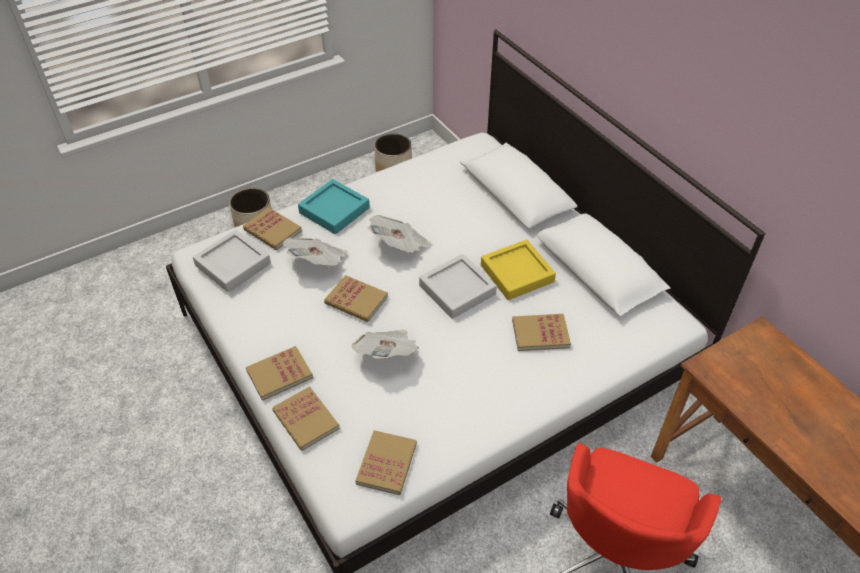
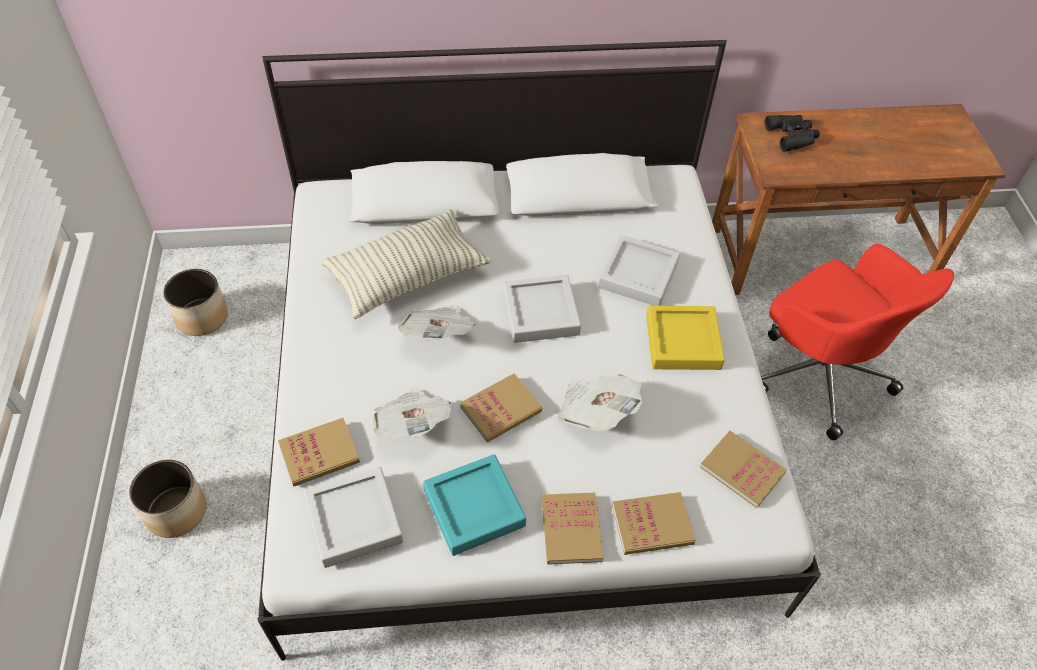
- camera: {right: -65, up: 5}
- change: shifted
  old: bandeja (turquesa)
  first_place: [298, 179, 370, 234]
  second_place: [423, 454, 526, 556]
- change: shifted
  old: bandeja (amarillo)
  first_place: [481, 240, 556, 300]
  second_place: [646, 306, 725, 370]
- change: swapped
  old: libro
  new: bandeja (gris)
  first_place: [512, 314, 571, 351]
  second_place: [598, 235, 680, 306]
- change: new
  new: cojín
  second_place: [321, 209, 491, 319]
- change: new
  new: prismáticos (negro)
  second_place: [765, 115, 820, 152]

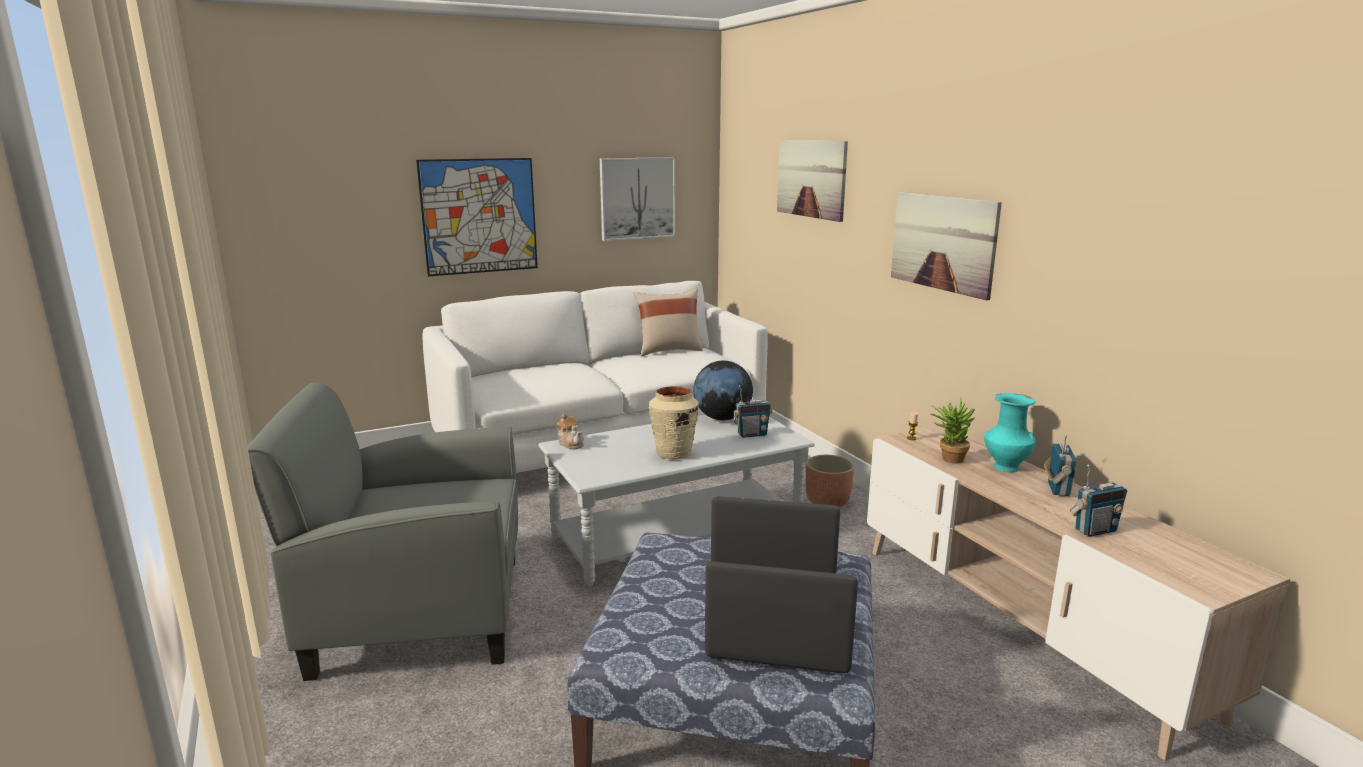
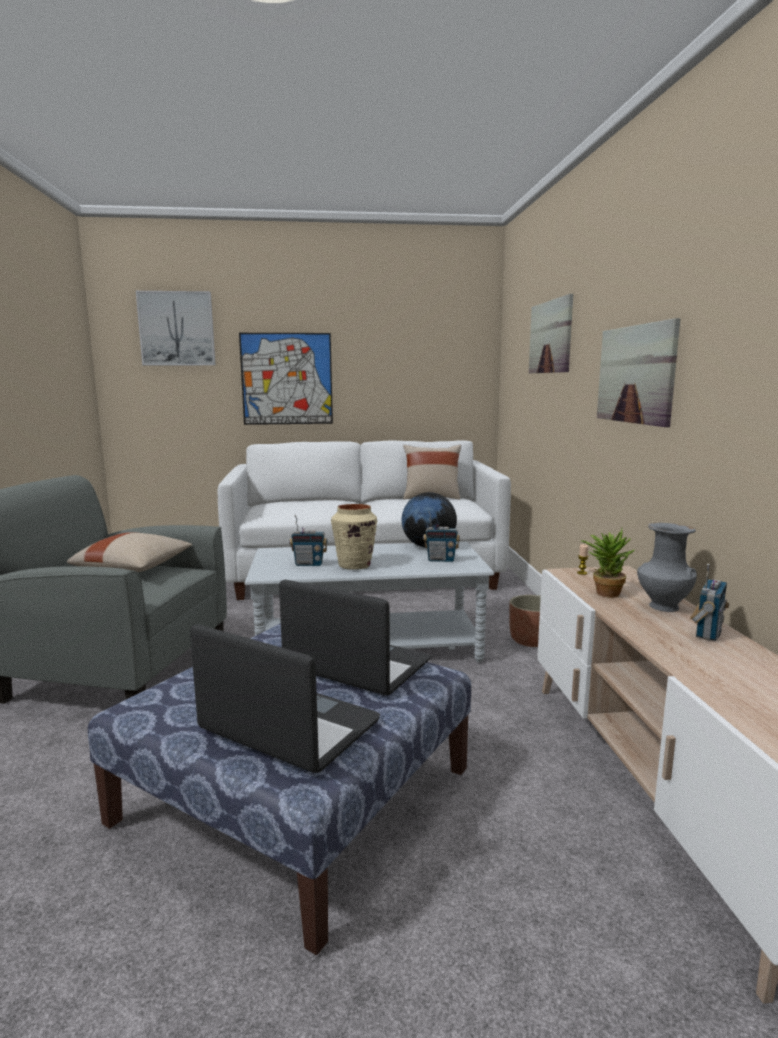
- camera: {right: 20, up: -5}
- change: gone
  old: tetera
  first_place: [557, 413, 584, 450]
- change: shifted
  old: cuadro
  first_place: [600, 157, 676, 241]
  second_place: [136, 291, 216, 365]
- change: repainted
  old: florero (turquesa)
  new: florero (gris)
  first_place: [984, 393, 1036, 472]
  second_place: [637, 523, 697, 612]
- change: shifted
  old: radio
  first_place: [1070, 465, 1127, 537]
  second_place: [289, 515, 327, 566]
- change: new
  new: cojín (beis)
  second_place: [67, 532, 192, 572]

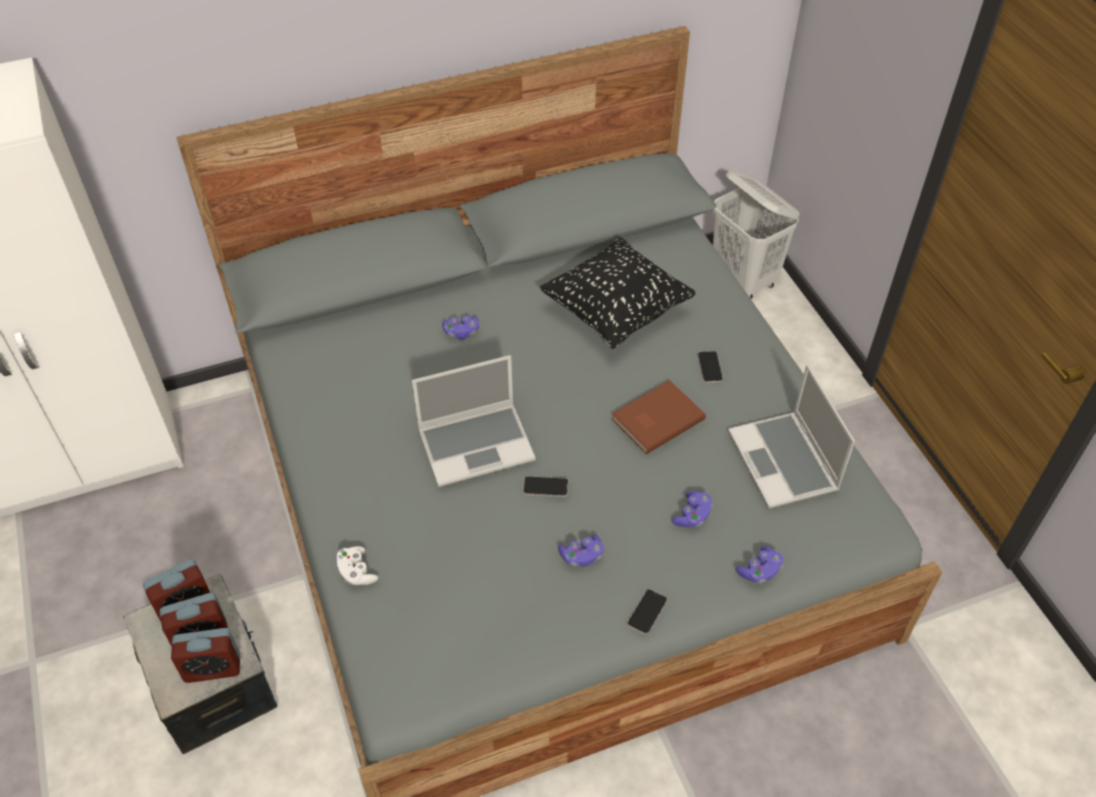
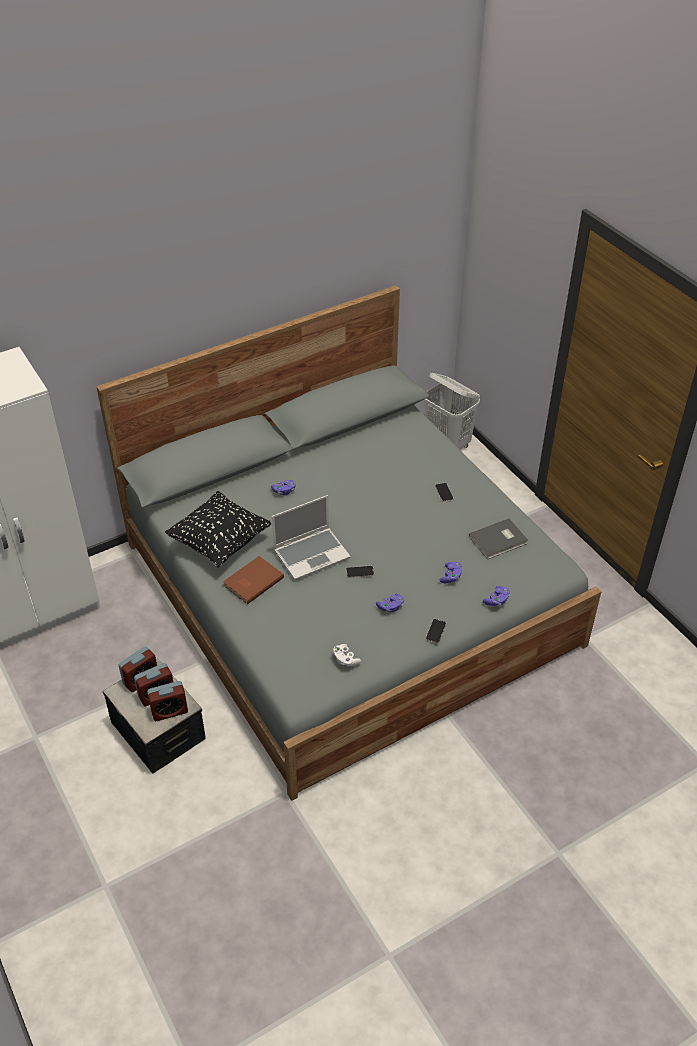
- camera: {right: -10, up: -5}
- change: shifted
  old: mando de consola (blanco)
  first_place: [336, 546, 378, 585]
  second_place: [333, 644, 361, 666]
- change: shifted
  old: cojín (negro)
  first_place: [540, 237, 695, 349]
  second_place: [165, 491, 271, 568]
- change: shifted
  old: libro (marrón)
  first_place: [611, 380, 706, 454]
  second_place: [223, 556, 284, 604]
- change: swapped
  old: portátil
  new: libro (gris)
  first_place: [728, 364, 855, 509]
  second_place: [469, 518, 528, 559]

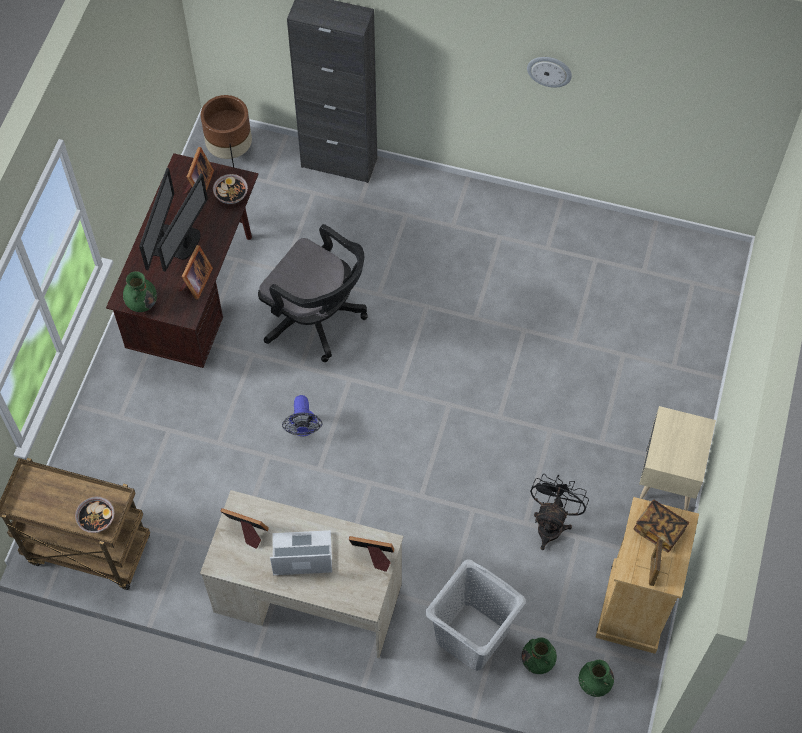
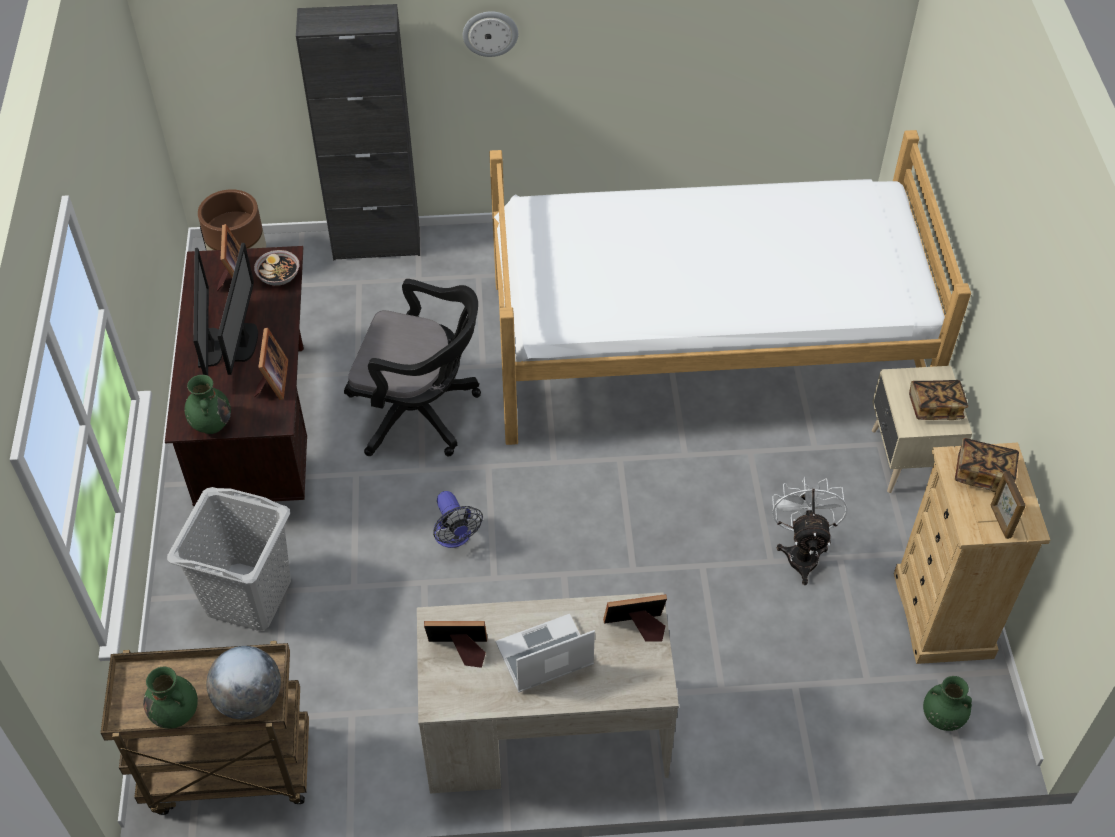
- camera: {right: -20, up: -10}
- change: swapped
  old: cuenco
  new: globo terráqueo
  first_place: [75, 497, 115, 533]
  second_place: [207, 646, 281, 720]
- change: shifted
  old: cesto de la ropa (gris)
  first_place: [425, 559, 526, 671]
  second_place: [167, 487, 291, 631]
- change: shifted
  old: florero (verde)
  first_place: [521, 637, 557, 674]
  second_place: [143, 667, 198, 729]
- change: shifted
  old: reloj de pared
  first_place: [527, 57, 572, 88]
  second_place: [463, 11, 518, 57]
- change: repainted
  old: ventilador (negro)
  new: ventilador (blanco)
  first_place: [530, 474, 589, 550]
  second_place: [772, 477, 848, 585]
- change: new
  new: cama
  second_place: [489, 130, 971, 445]
- change: new
  new: libro
  second_place: [909, 380, 968, 420]

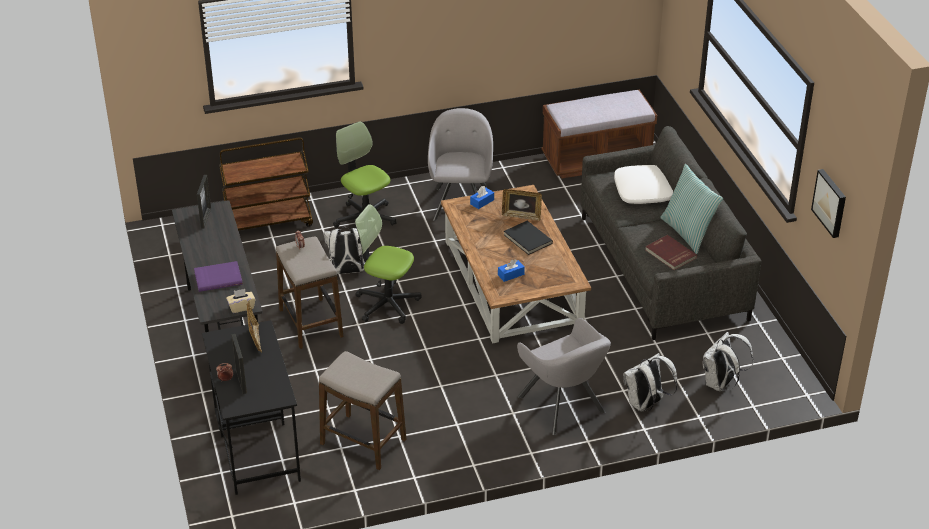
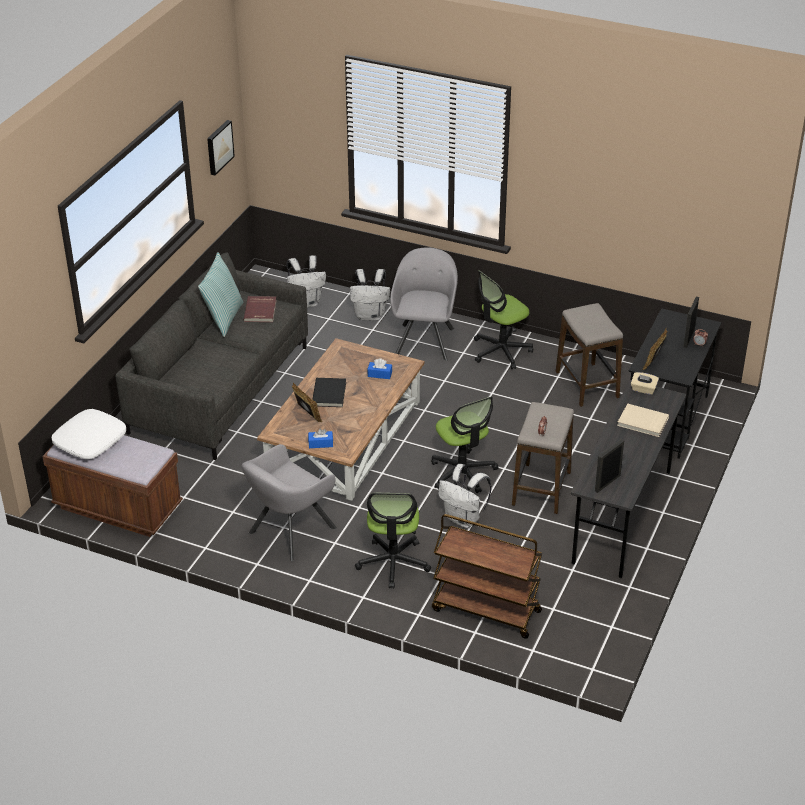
- camera: {right: -140, up: 0}
- change: repainted
  old: libro (morado)
  new: libro (beis)
  first_place: [194, 261, 243, 292]
  second_place: [617, 404, 669, 437]
- change: shifted
  old: cojín (blanco)
  first_place: [614, 165, 673, 204]
  second_place: [52, 409, 126, 459]
- change: new
  new: silla de oficina
  second_place: [474, 270, 533, 369]

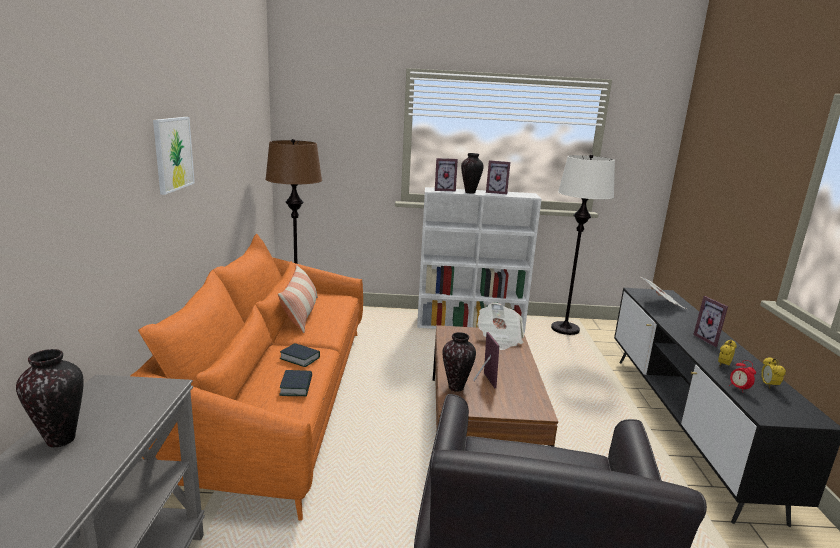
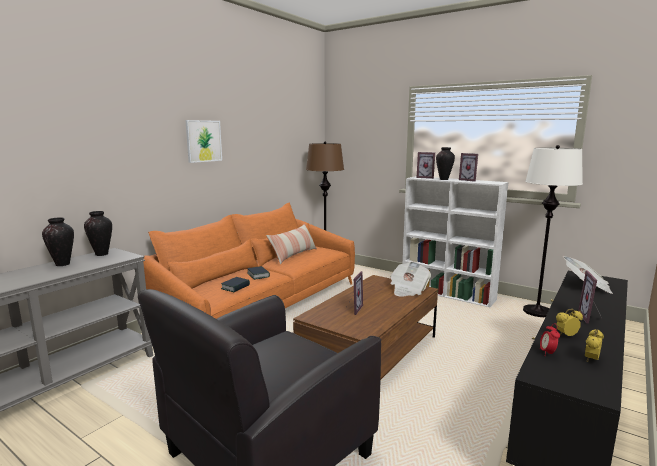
- camera: {right: 35, up: -5}
- change: shifted
  old: florero
  first_place: [443, 332, 476, 392]
  second_place: [84, 211, 112, 256]

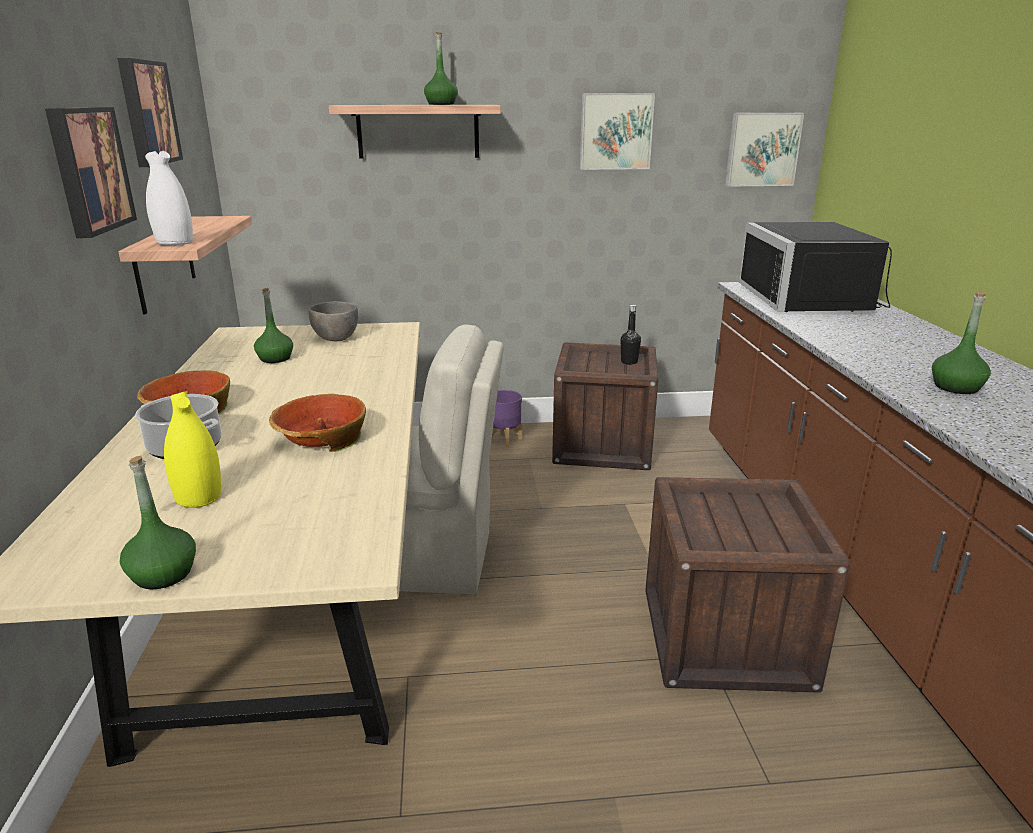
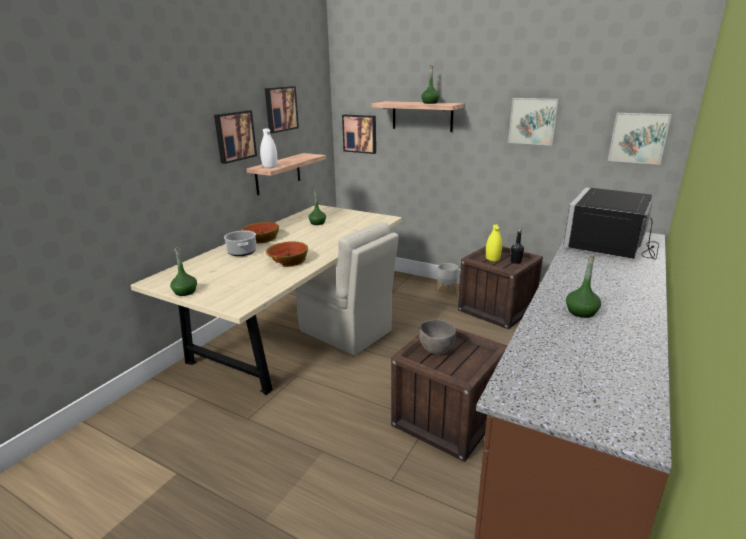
- camera: {right: 35, up: 0}
- change: shifted
  old: florero (amarillo)
  first_place: [164, 392, 221, 508]
  second_place: [486, 224, 502, 261]
- change: shifted
  old: cuenco (gris)
  first_place: [308, 301, 358, 341]
  second_place: [419, 320, 456, 355]
- change: repainted
  old: maceta (morado)
  new: maceta (gris)
  first_place: [491, 390, 522, 448]
  second_place: [437, 263, 458, 296]
- change: new
  new: cuadro
  second_place: [342, 115, 376, 154]

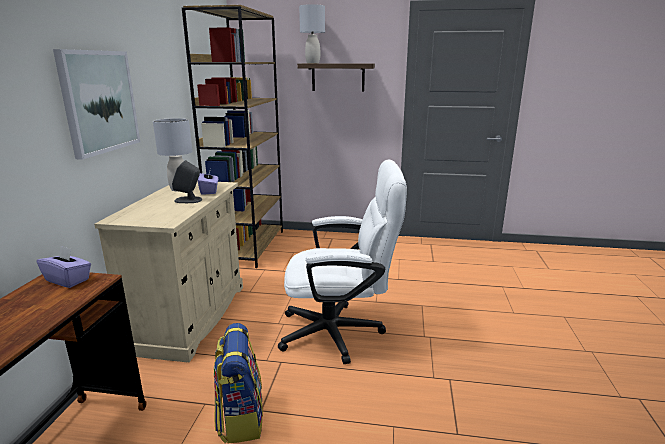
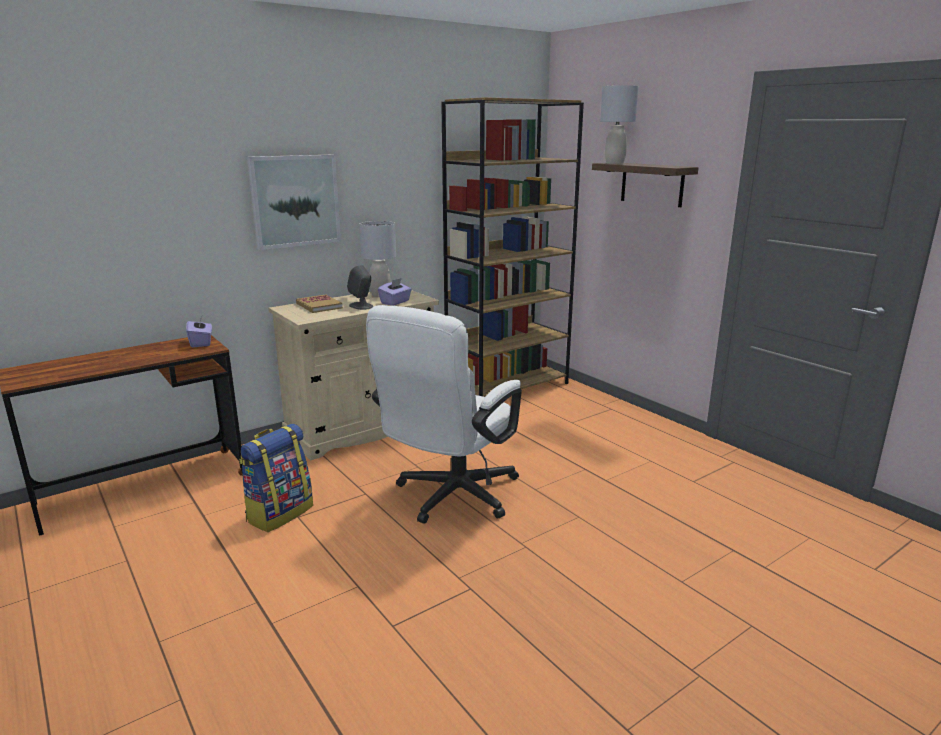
- camera: {right: 45, up: 0}
- change: rotated
  old: silla de oficina (blanco)
  first_place: [278, 160, 407, 364]
  second_place: [366, 305, 522, 524]
  degrees: 75
- change: new
  new: libro
  second_place: [296, 294, 343, 313]

